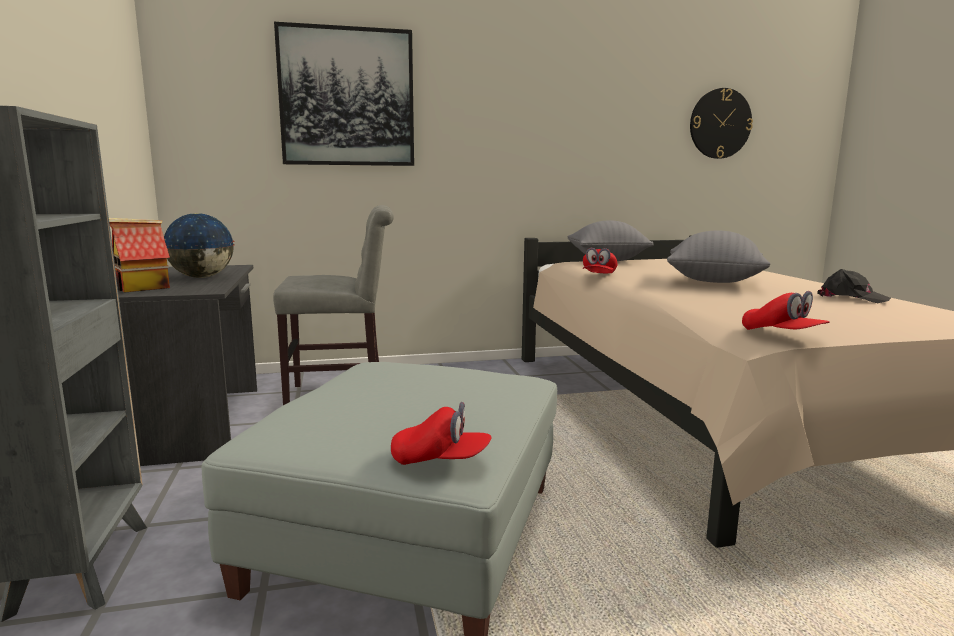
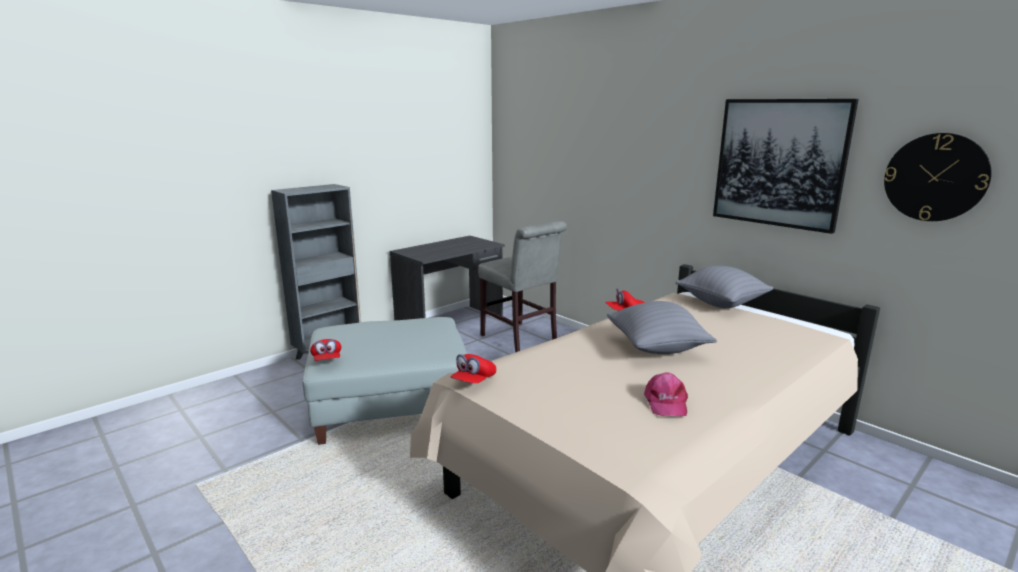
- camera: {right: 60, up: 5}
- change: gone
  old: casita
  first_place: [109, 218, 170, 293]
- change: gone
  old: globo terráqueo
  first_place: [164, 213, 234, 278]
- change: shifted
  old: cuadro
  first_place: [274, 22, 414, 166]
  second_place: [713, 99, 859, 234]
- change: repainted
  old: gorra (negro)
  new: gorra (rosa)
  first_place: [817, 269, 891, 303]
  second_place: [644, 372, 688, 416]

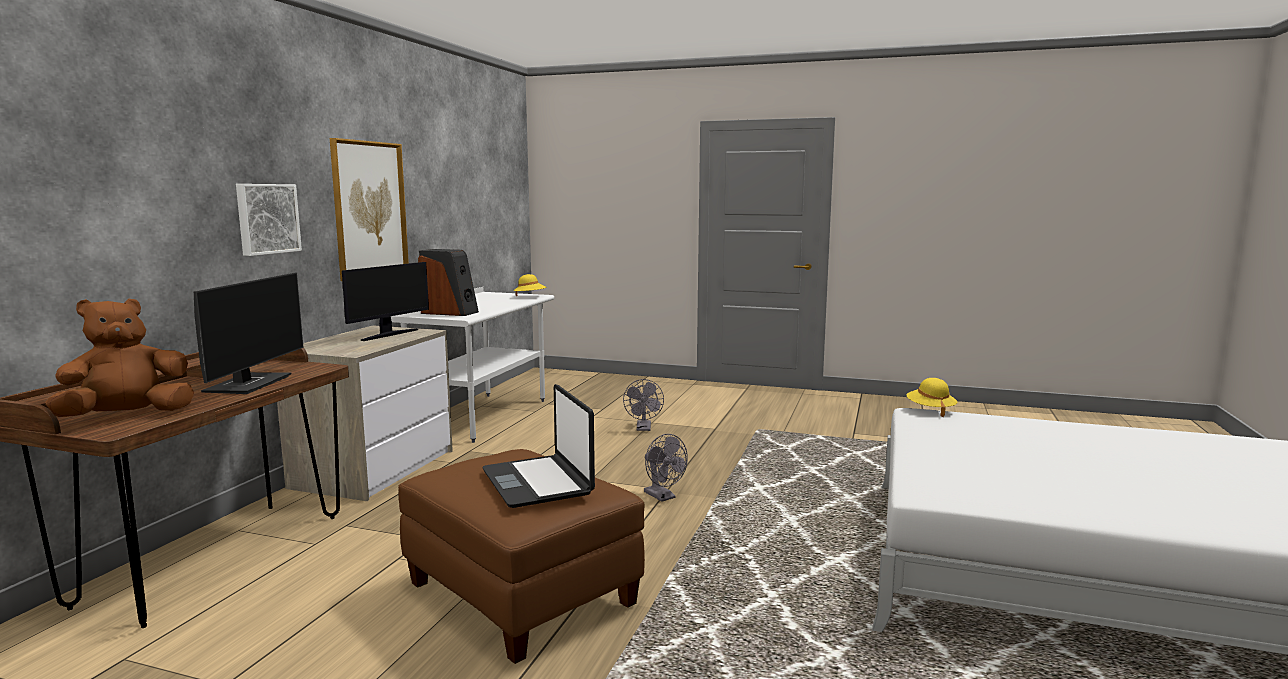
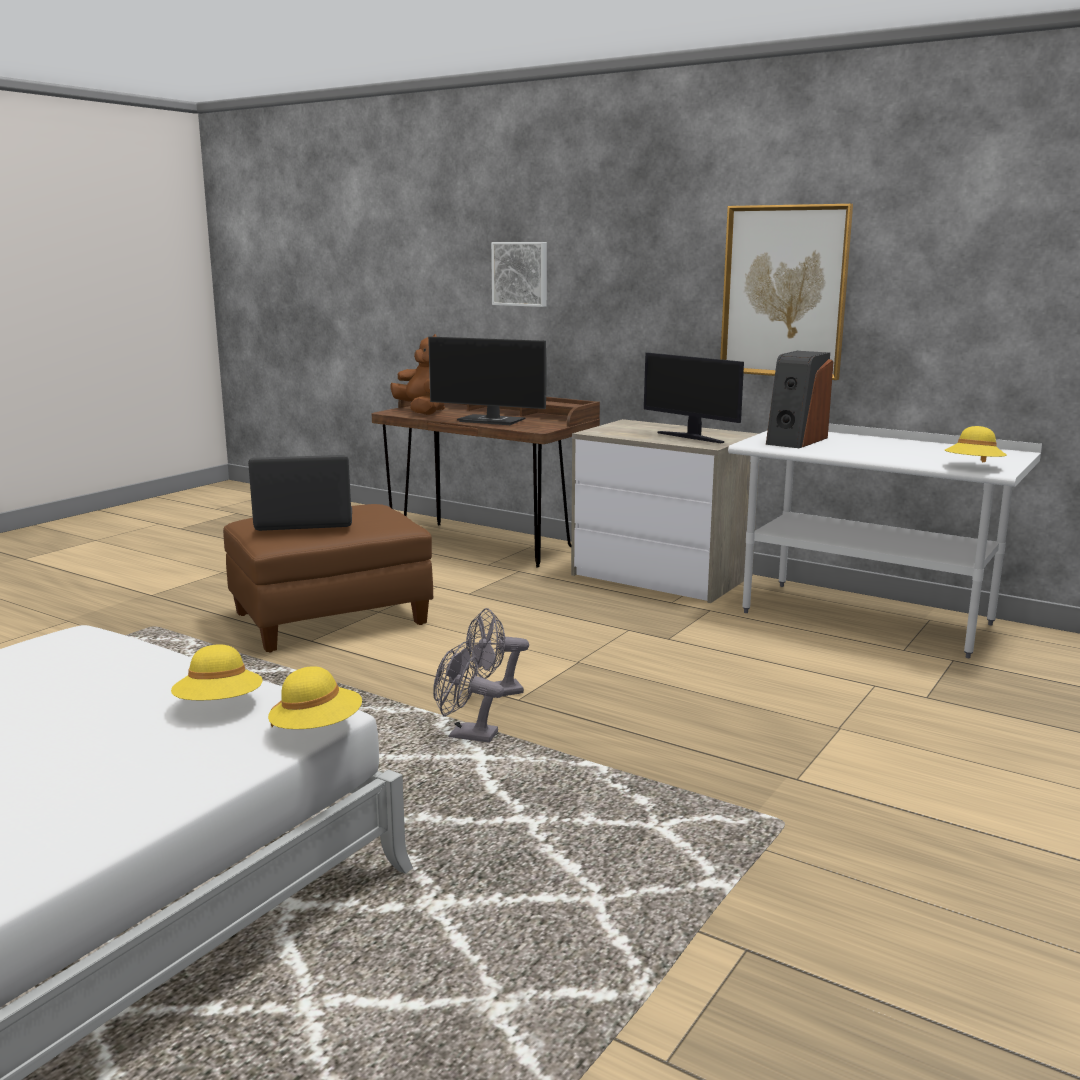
- camera: {right: 105, up: 5}
- change: shifted
  old: cuadro
  first_place: [236, 184, 302, 256]
  second_place: [491, 242, 547, 307]
- change: shifted
  old: ventilador (gris)
  first_place: [623, 379, 664, 431]
  second_place: [433, 642, 504, 743]
- change: new
  new: sombrero (amarillo)
  second_place: [171, 644, 263, 700]

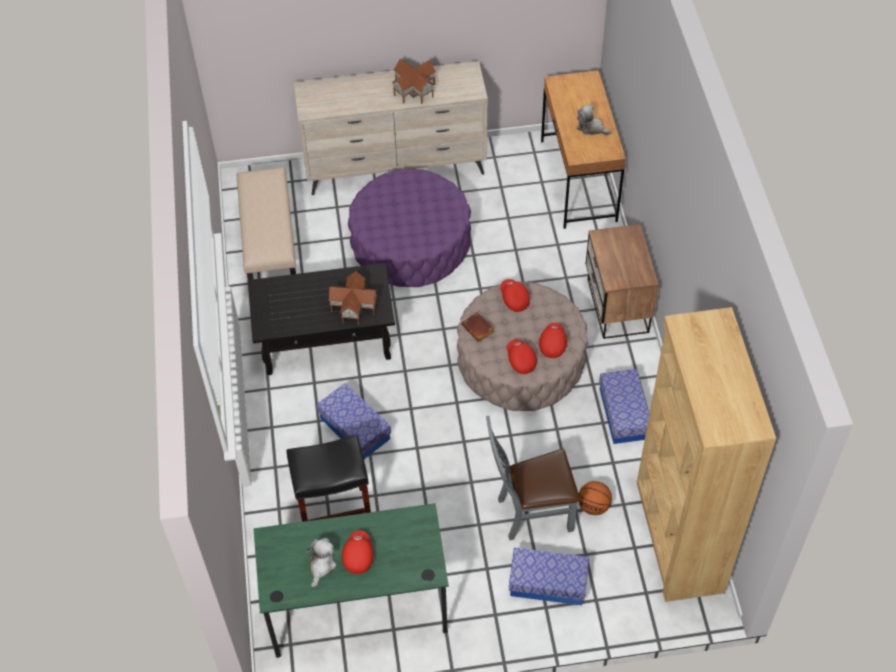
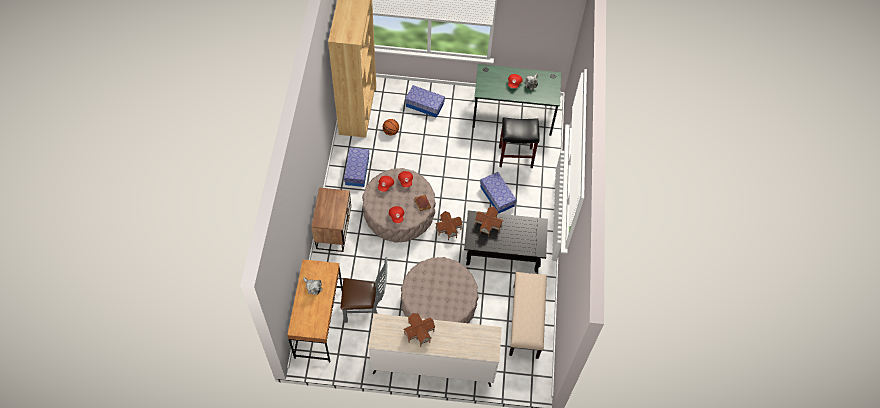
- camera: {right: -170, up: 5}
- change: repainted
  old: puf (morado)
  new: puf (beis)
  first_place: [348, 169, 471, 287]
  second_place: [401, 257, 478, 323]
- change: shifted
  old: silla (gris)
  first_place: [486, 416, 580, 540]
  second_place: [341, 257, 387, 323]
- change: new
  new: casita
  second_place: [435, 211, 463, 240]

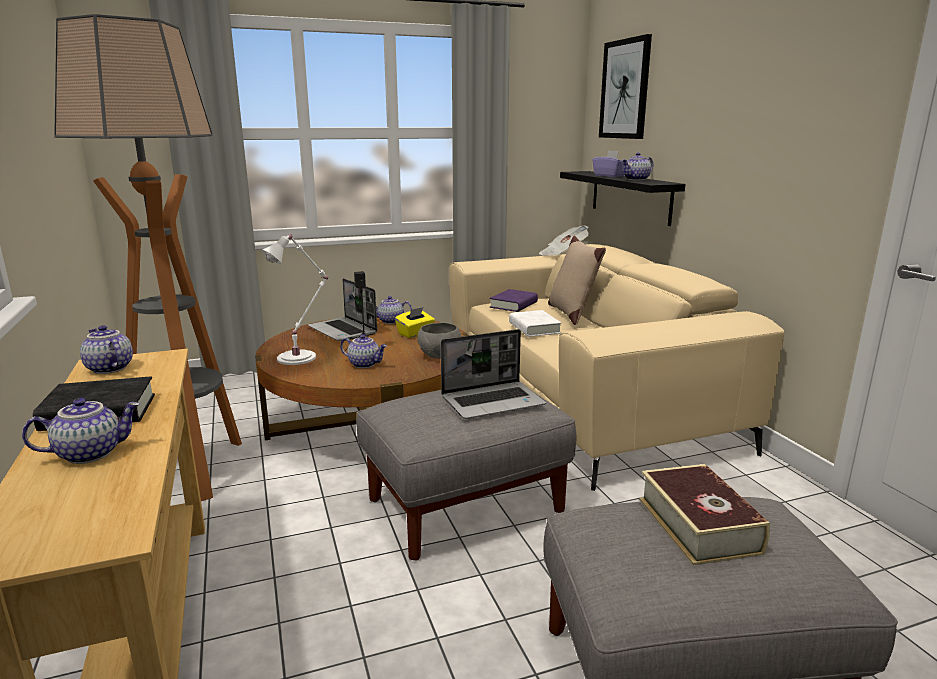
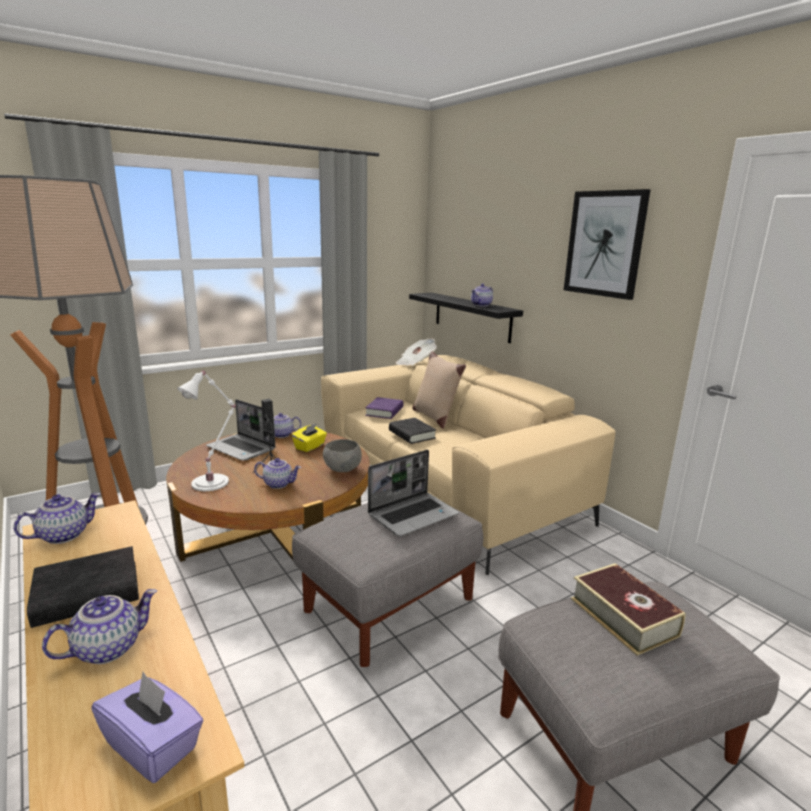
- camera: {right: -15, up: 0}
- change: rotated
  old: tetera
  first_place: [80, 325, 133, 374]
  second_place: [13, 493, 100, 544]
  degrees: 105
- change: repainted
  old: libro (blanco)
  new: libro (negro)
  first_place: [509, 310, 561, 337]
  second_place: [389, 418, 436, 444]
- change: shifted
  old: caja de pañuelos (morado)
  first_place: [592, 151, 624, 177]
  second_place: [92, 672, 204, 783]
- change: shifted
  old: cuadro
  first_place: [599, 34, 652, 139]
  second_place: [564, 189, 650, 300]

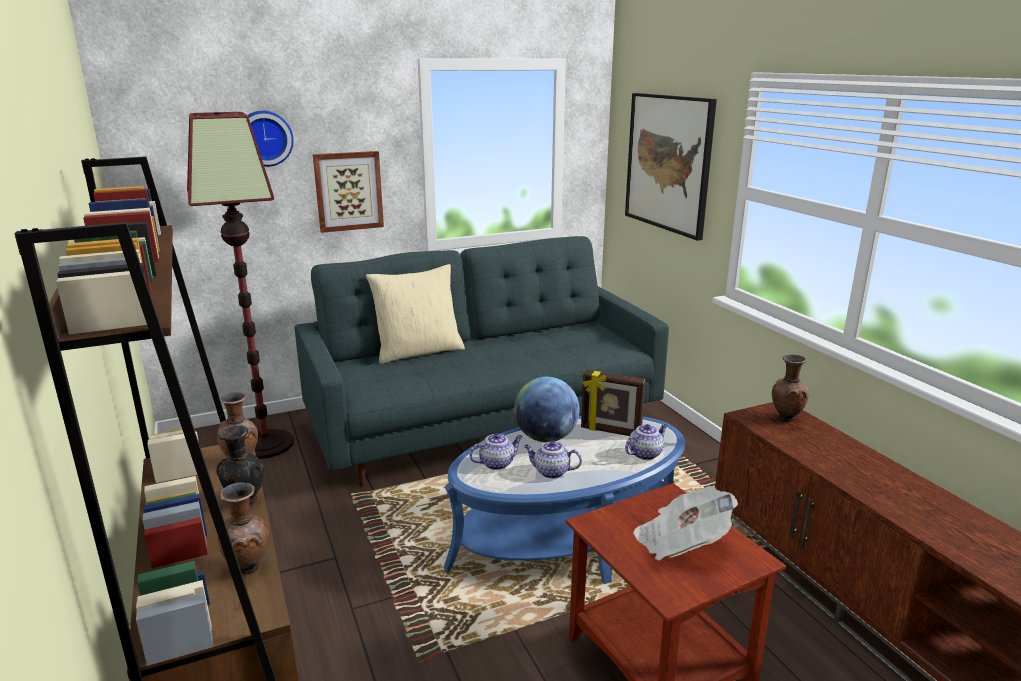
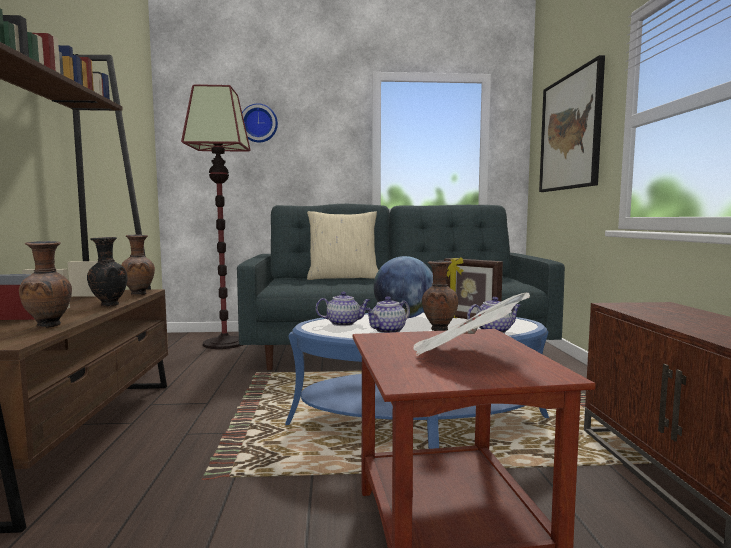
- camera: {right: 20, up: -15}
- change: gone
  old: cuadro
  first_place: [313, 151, 384, 233]
- change: rotated
  old: tetera
  first_place: [524, 441, 582, 479]
  second_place: [365, 297, 410, 333]
  degrees: -75
- change: shifted
  old: florero (marrón)
  first_place: [772, 354, 809, 422]
  second_place: [422, 261, 458, 331]

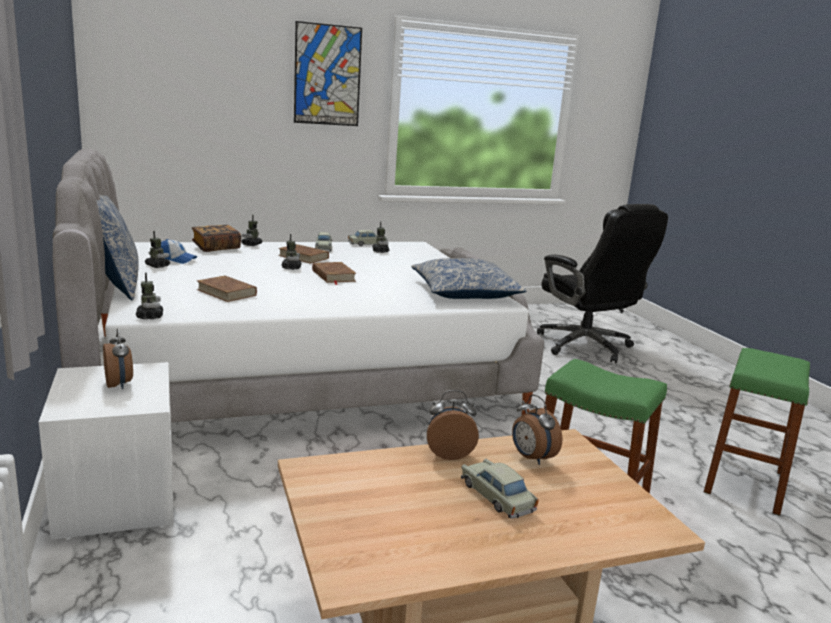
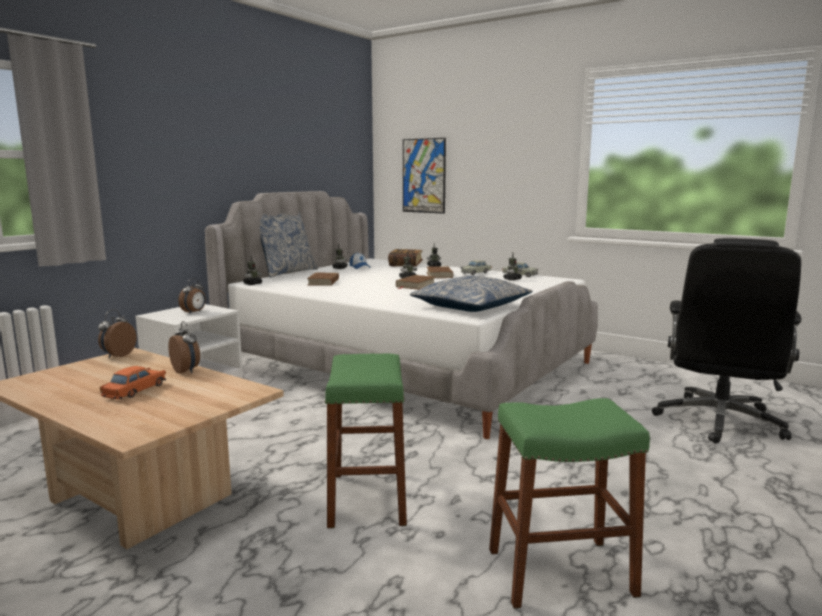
- camera: {right: 55, up: -5}
- change: shifted
  old: cuadro
  first_place: [294, 21, 362, 126]
  second_place: [403, 138, 446, 213]
- change: repainted
  old: coche de juguete (beis)
  new: coche de juguete (naranja)
  first_place: [461, 459, 539, 519]
  second_place: [100, 366, 166, 399]
- change: shifted
  old: despertador
  first_place: [512, 394, 562, 465]
  second_place: [98, 309, 136, 358]

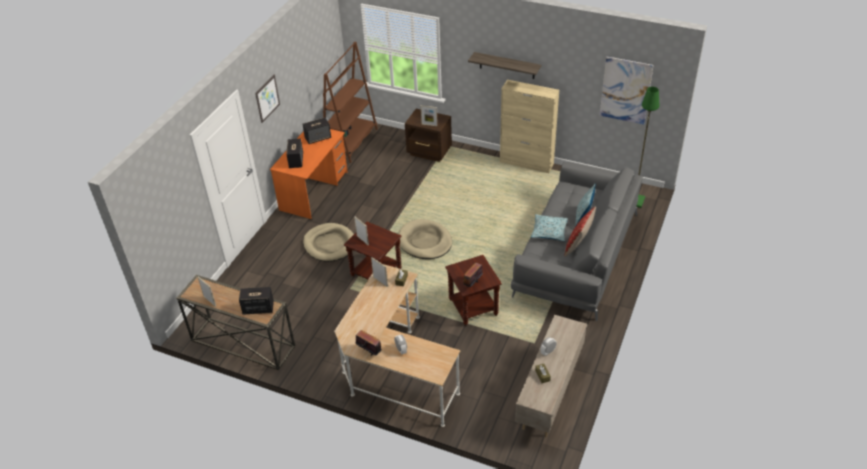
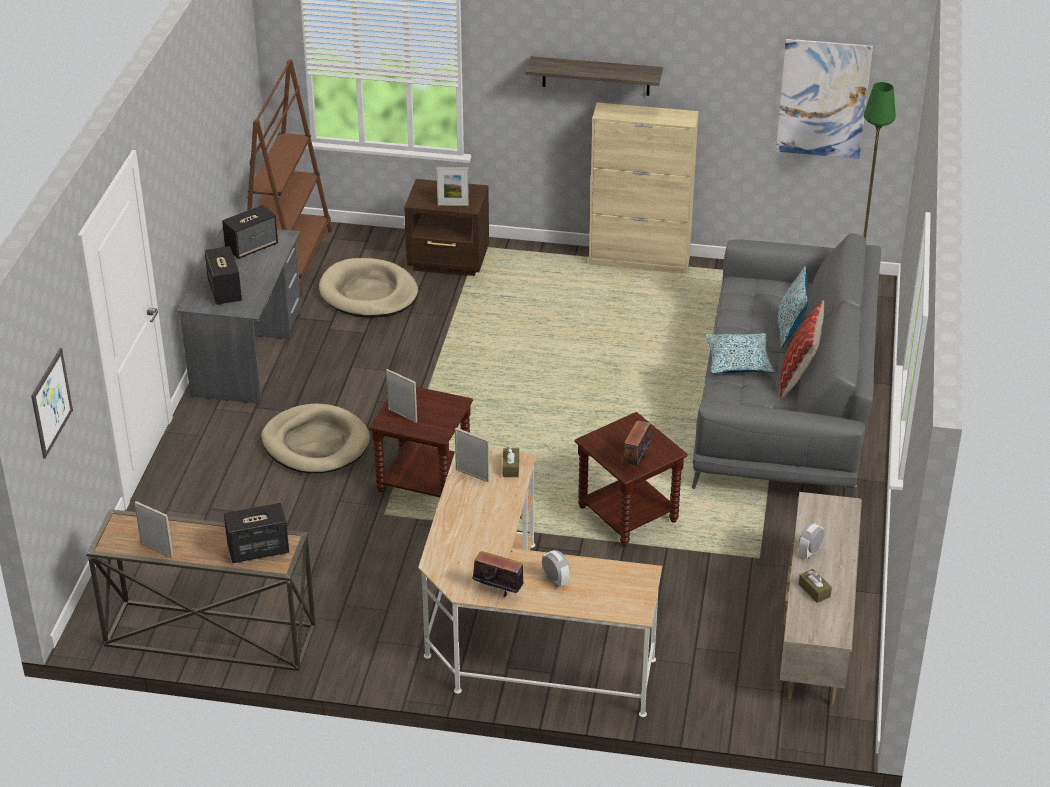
- camera: {right: -15, up: -5}
- change: shifted
  old: cuadro
  first_place: [255, 75, 280, 123]
  second_place: [31, 348, 73, 459]
- change: repainted
  old: escritorio (naranja)
  new: escritorio (gris)
  first_place: [270, 129, 348, 219]
  second_place: [178, 228, 302, 404]
- change: shifted
  old: cama para perro (beis)
  first_place: [398, 219, 452, 259]
  second_place: [319, 258, 418, 318]

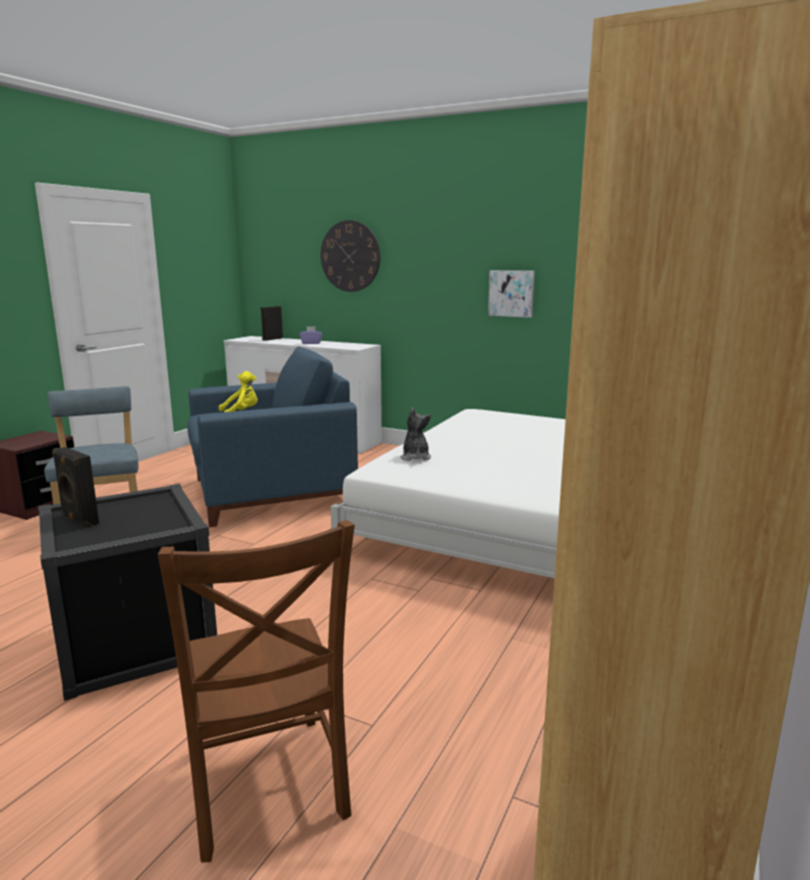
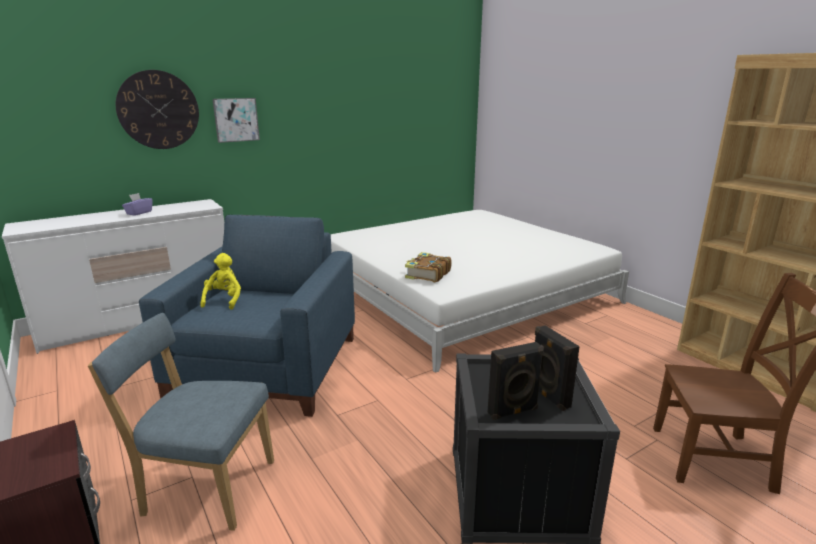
- camera: {right: -60, up: 5}
- change: shifted
  old: altavoz (negro)
  first_place: [260, 306, 283, 341]
  second_place: [535, 325, 580, 411]
- change: swapped
  old: peluche
  new: libro
  first_place: [400, 408, 431, 461]
  second_place: [405, 252, 451, 282]
- change: shifted
  old: cuadro
  first_place: [488, 270, 535, 318]
  second_place: [212, 98, 260, 143]

